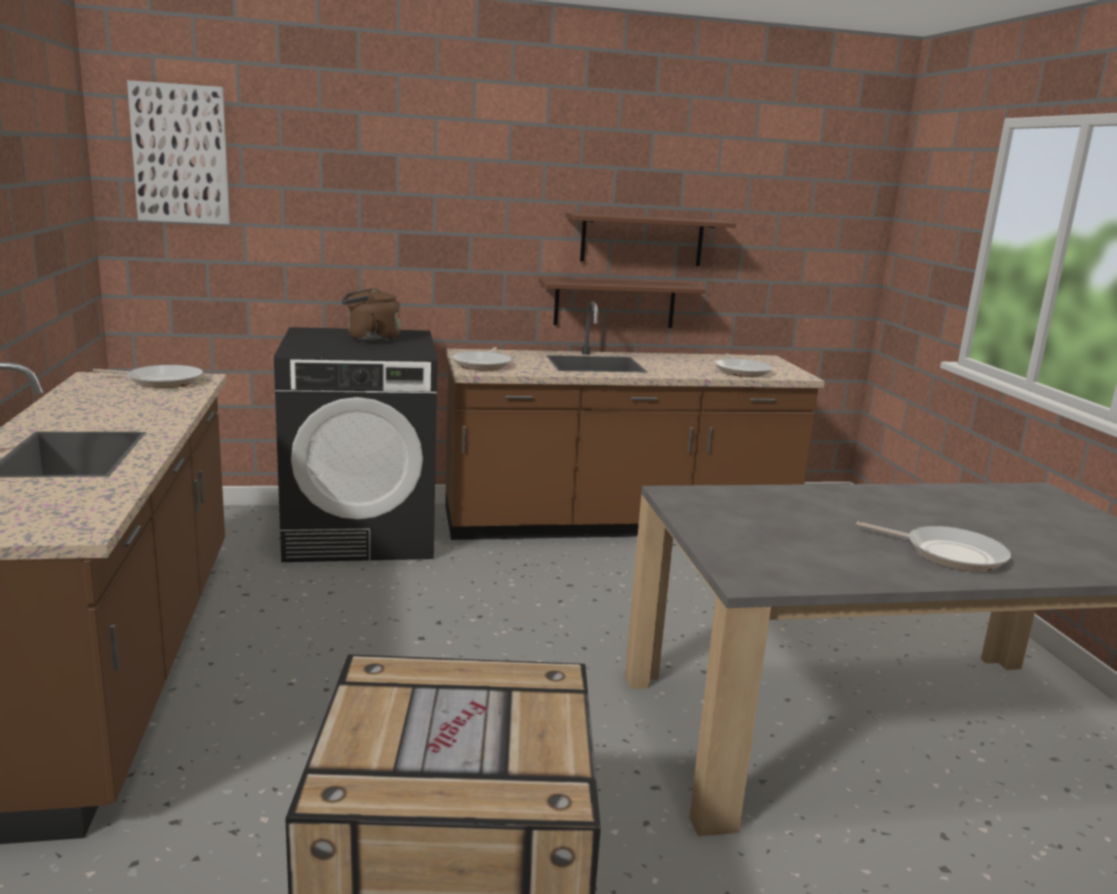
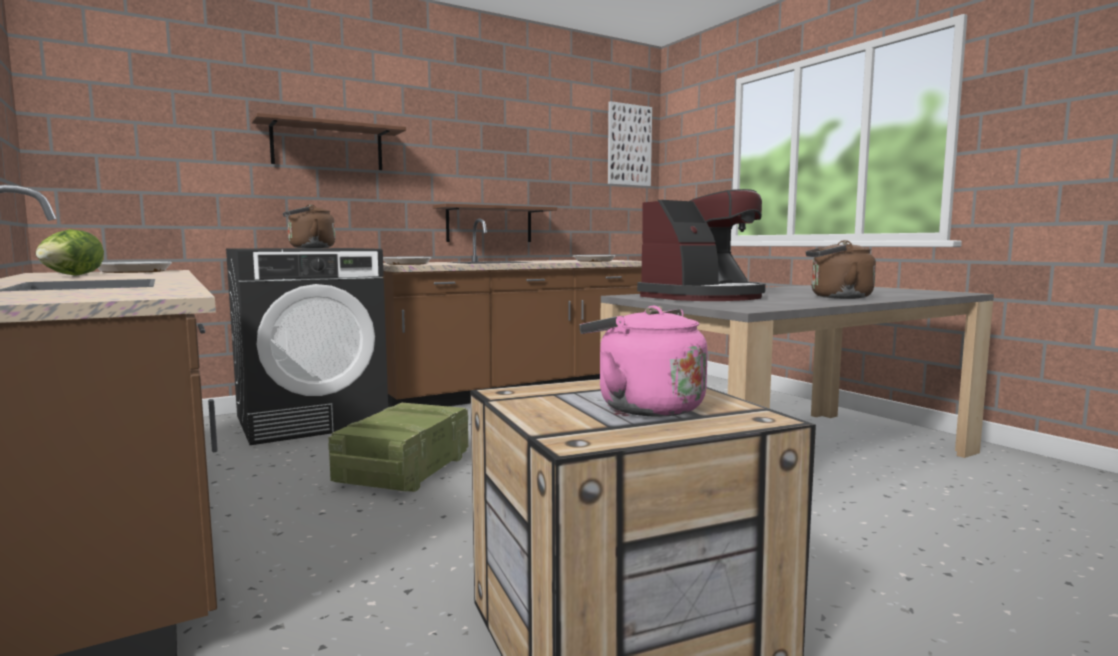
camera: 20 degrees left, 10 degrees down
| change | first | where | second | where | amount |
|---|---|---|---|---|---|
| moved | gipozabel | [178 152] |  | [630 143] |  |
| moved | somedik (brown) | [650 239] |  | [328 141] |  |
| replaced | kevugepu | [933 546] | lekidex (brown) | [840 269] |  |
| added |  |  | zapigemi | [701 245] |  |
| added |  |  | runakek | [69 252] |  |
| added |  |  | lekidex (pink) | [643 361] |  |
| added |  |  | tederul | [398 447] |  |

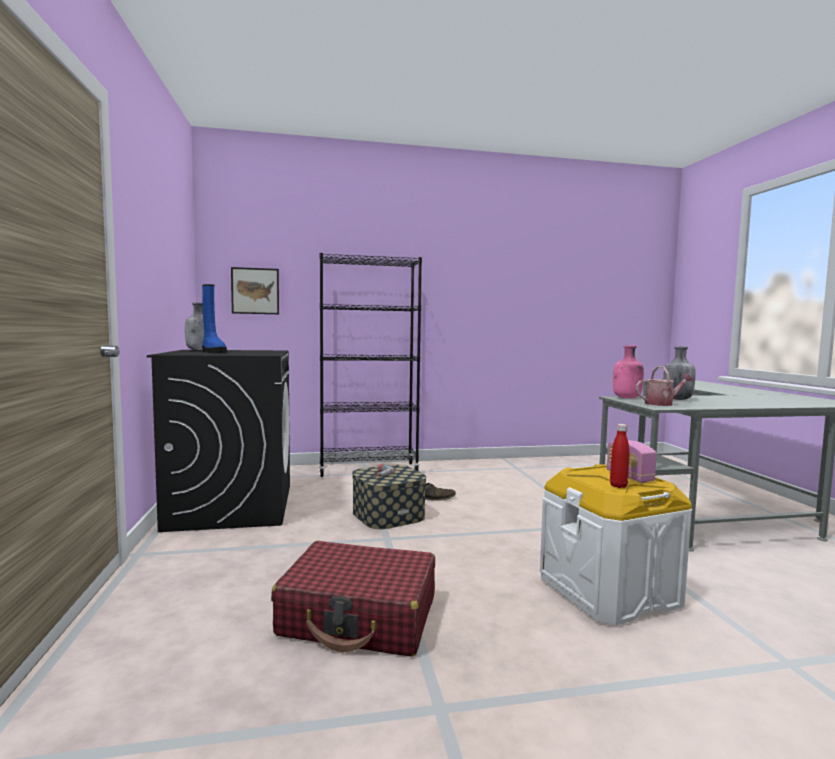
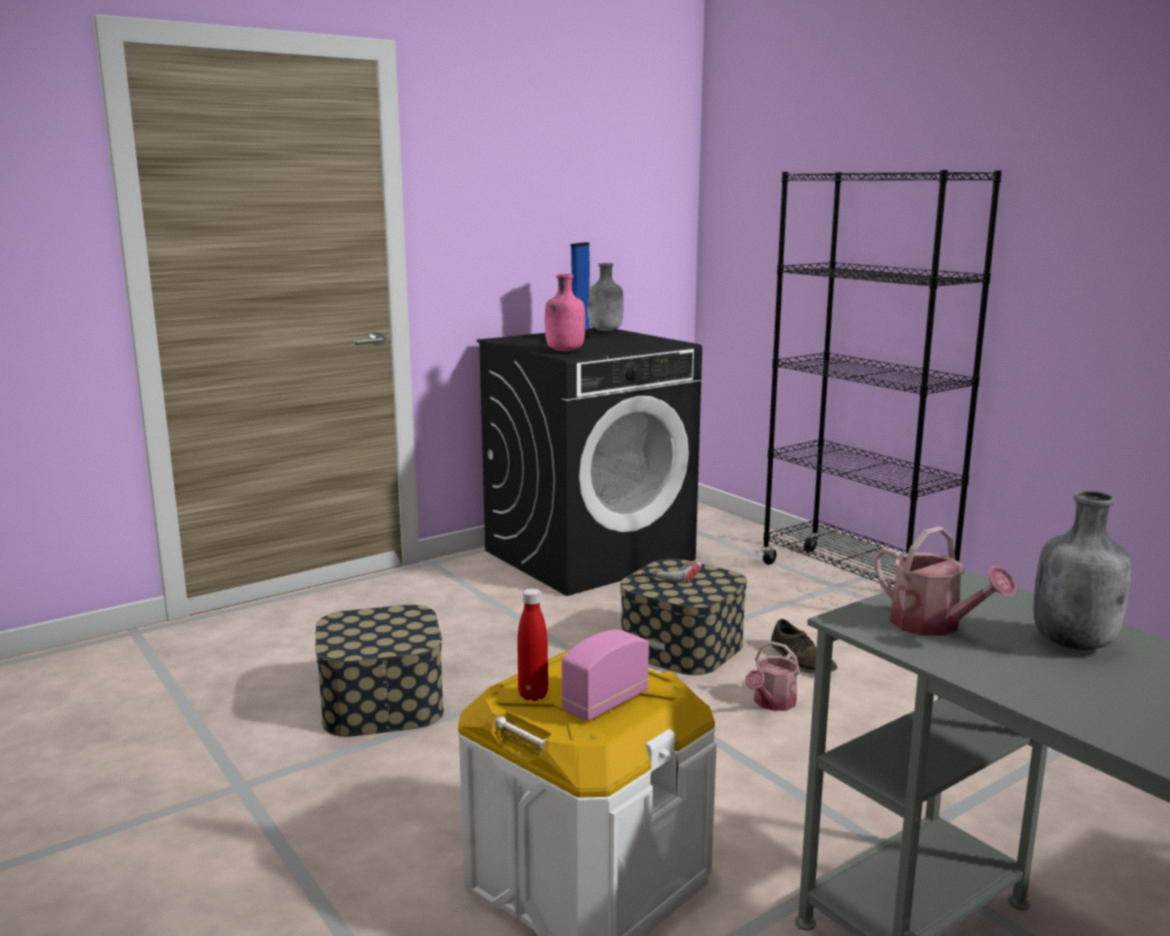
camera: 65 degrees right, 10 degrees up
| change | first | where | second | where | amount |
|---|---|---|---|---|---|
| removed | gipozabel | [255 290] |  |  |  |
| moved | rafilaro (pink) | [628 371] |  | [565 313] |  |
| replaced | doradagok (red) | [353 599] | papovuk | [379 671] |  |
| added |  |  | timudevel | [772 676] |  |

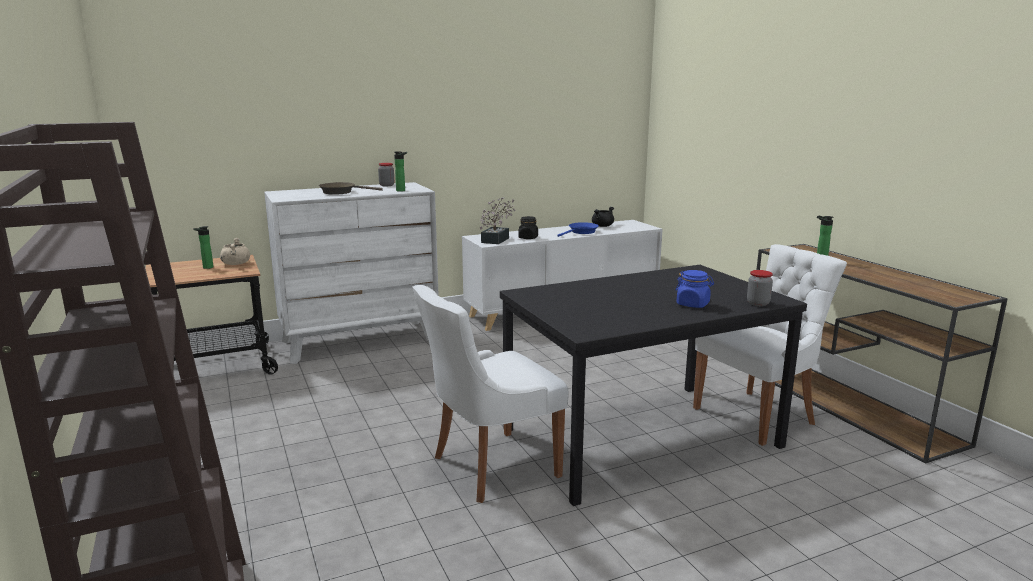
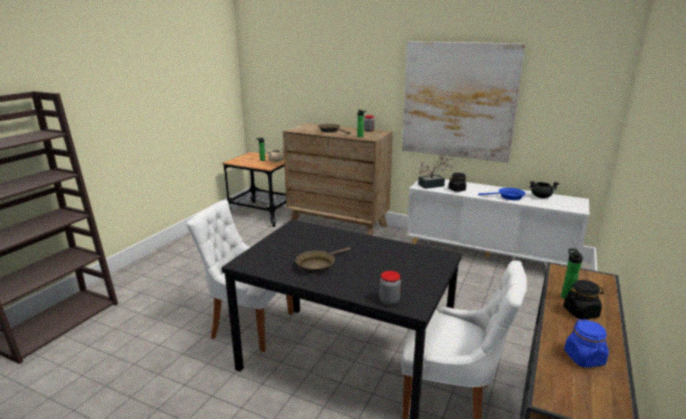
camera: 50 degrees right, 5 degrees up
| change | first | where | second | where | amount |
|---|---|---|---|---|---|
| recoloured | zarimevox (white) | [351 273] | zarimevox (brown) | [338 179] |  |
| moved | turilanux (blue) | [694 289] |  | [586 343] |  |
| added |  |  | gipozabel | [463 102] |  |
| added |  |  | kevugepu (brown) | [323 260] |  |
| added |  |  | turilanux (black) | [583 299] |  |

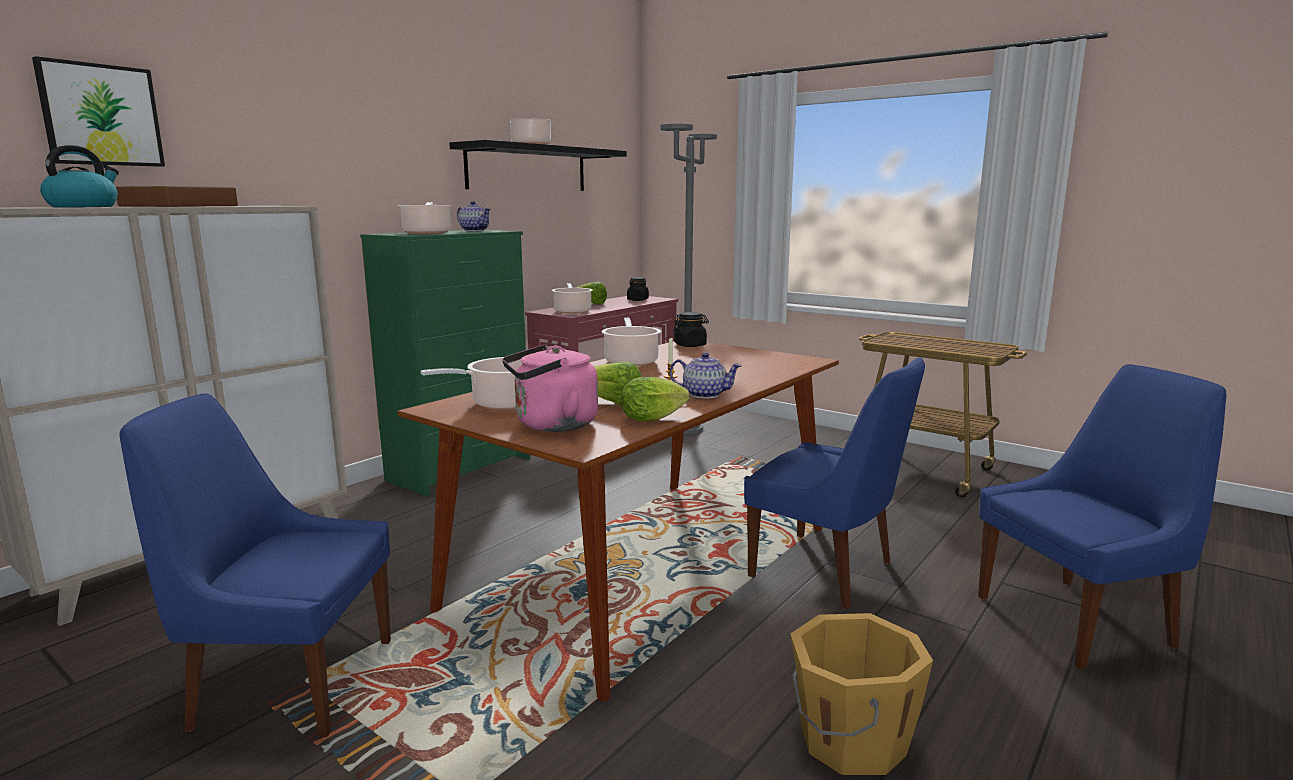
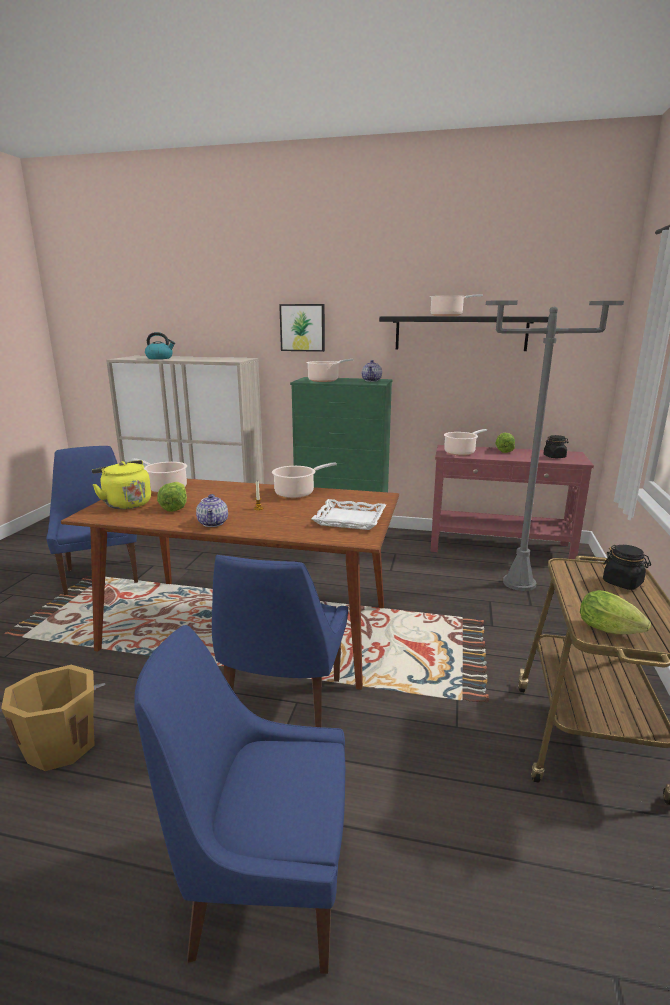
camera: 65 degrees right, 5 degrees up
| change | first | where | second | where | amount |
|---|---|---|---|---|---|
| moved | gipozabel | [98 111] |  | [302 328] |  |
| removed | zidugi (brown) | [177 196] |  |  |  |
| moved | turilanux (black) | [691 329] |  | [627 567] |  |
| recoloured | lekidex (pink) | [550 388] | lekidex (yellow) | [121 484] |  |
| turned | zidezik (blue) | [1102 516] |  | [239 799] | 135 degrees clockwise |
| moved | runakek | [655 399] |  | [615 612] |  |
| added |  |  | zidugi (white) | [348 514] |  |

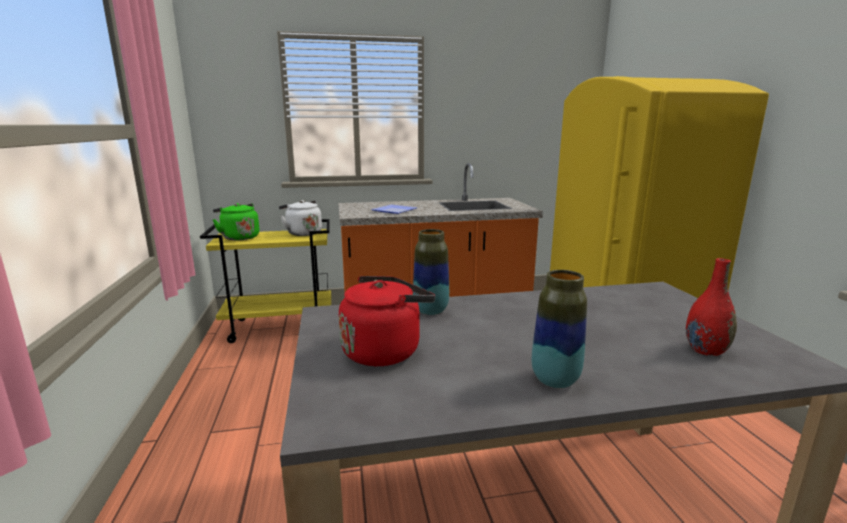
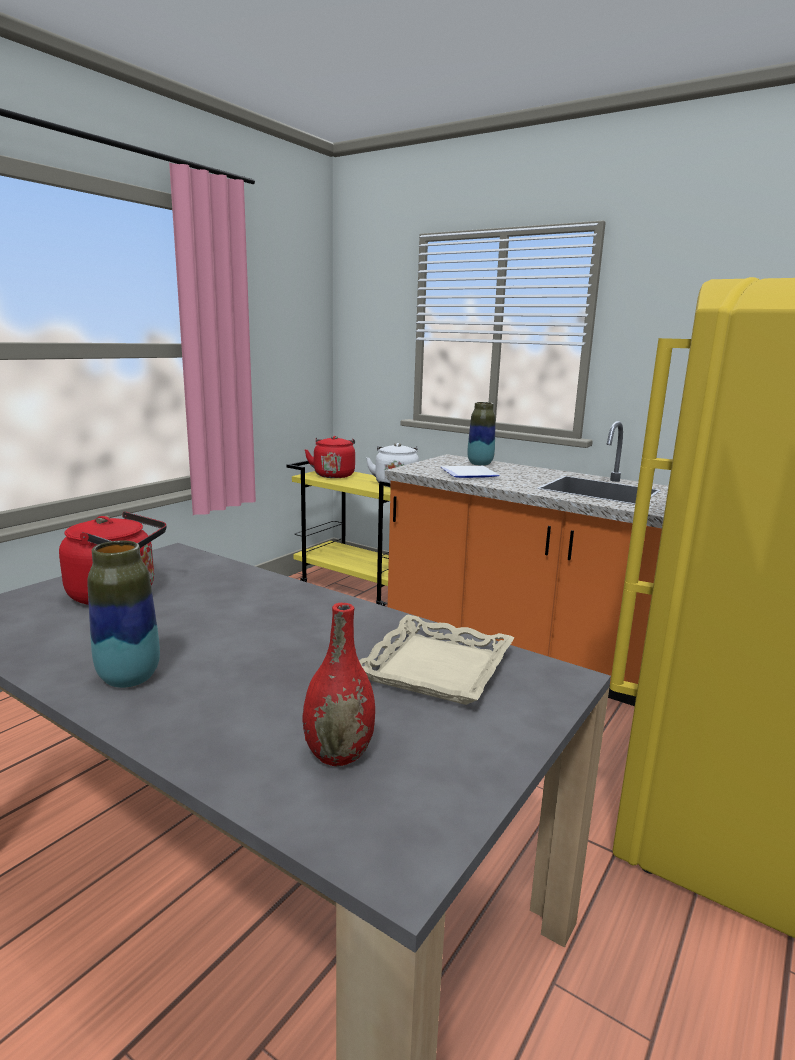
camera: 45 degrees right, 0 degrees up
| change | first | where | second | where | amount |
|---|---|---|---|---|---|
| recoloured | lekidex (green) | [236 222] | lekidex (red) | [329 457] |  |
| moved | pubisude | [431 272] |  | [481 434] |  |
| added |  |  | zidugi (beige) | [437 660] |  |

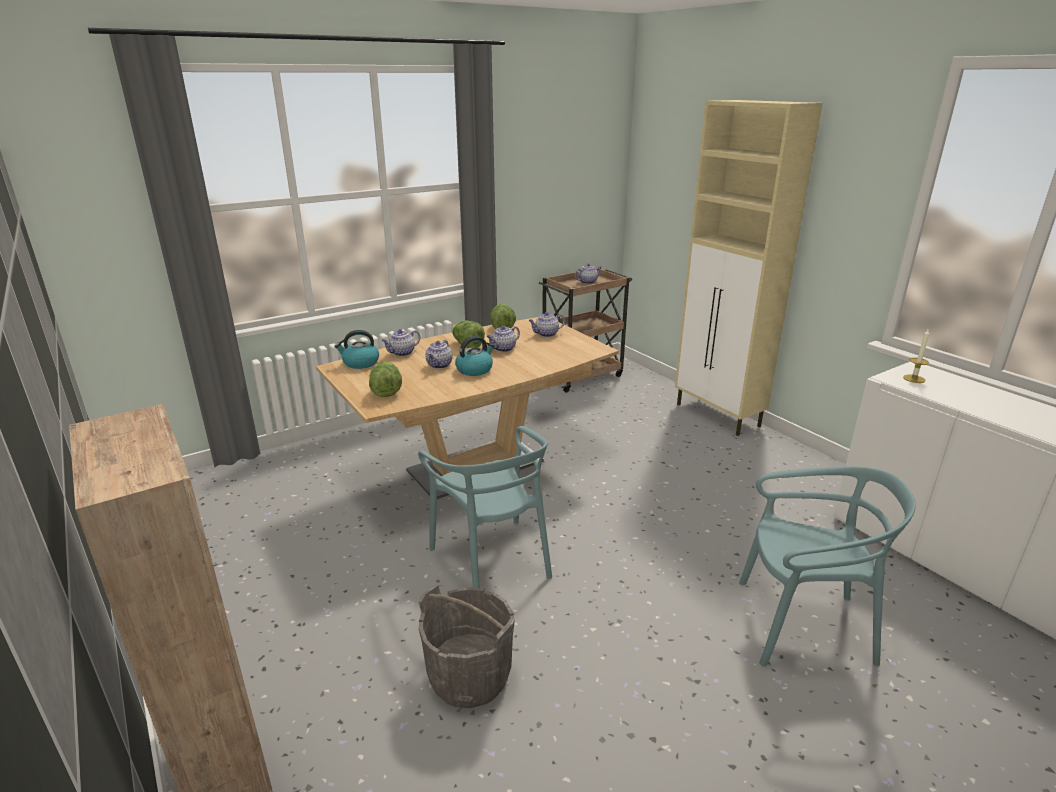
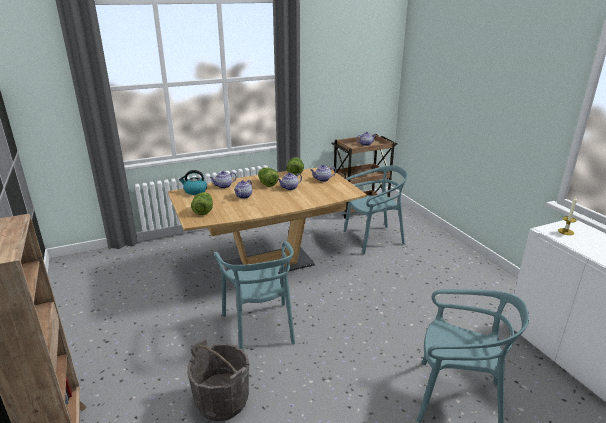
camera: 10 degrees right, 0 degrees up
| change | first | where | second | where | amount |
|---|---|---|---|---|---|
| removed | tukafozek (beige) | [749 268] |  |  |  |
| removed | lekidex | [474 356] |  |  |  |
| added |  |  | zidezik (turquoise) | [375 209] |  |

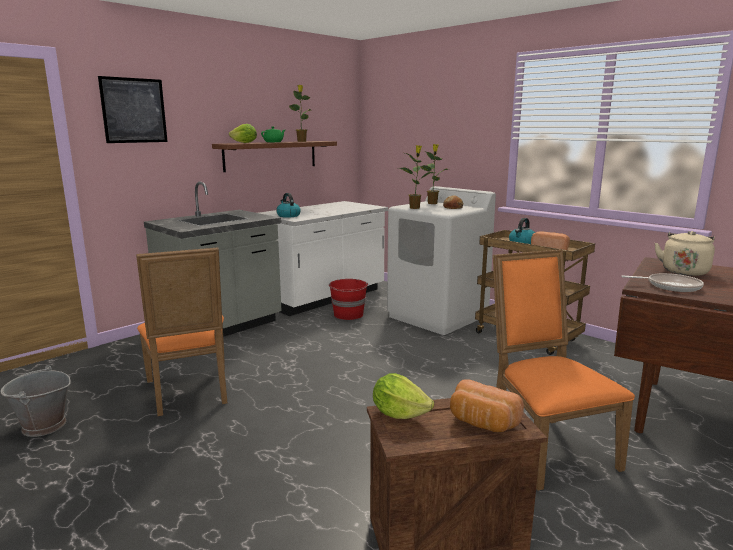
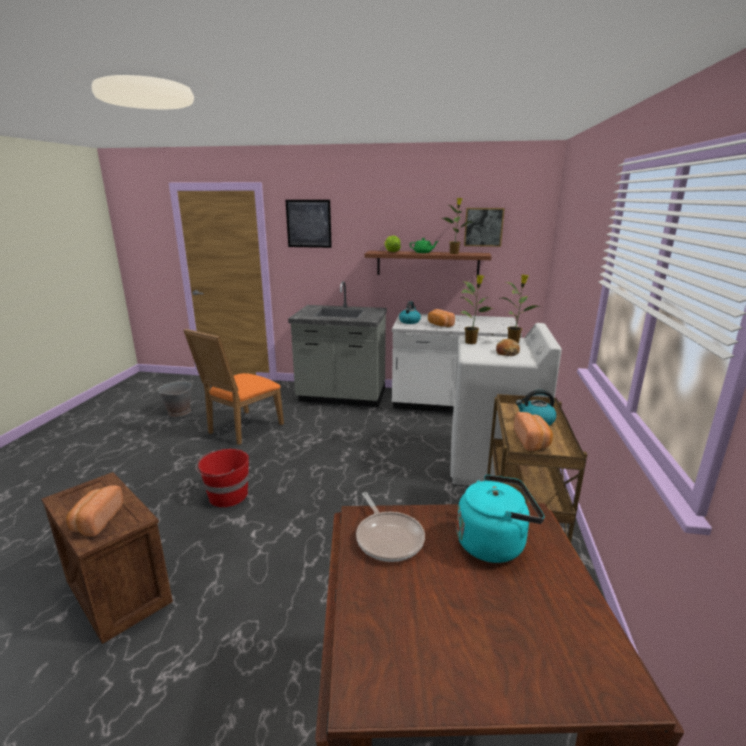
camera: 55 degrees right, 5 degrees up
| change | first | where | second | where | amount |
|---|---|---|---|---|---|
| recoloured | lekidex (beige) | [685 253] | lekidex (turquoise) | [500 519] |  |
| removed | zidezik (orange) | [564 370] |  |  |  |
| moved | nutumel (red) | [348 299] |  | [222 478] |  |
| removed | runakek | [403 396] |  |  |  |
| added |  |  | gipozabel | [484 227] |  |
| added |  |  | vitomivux | [441 318] |  |

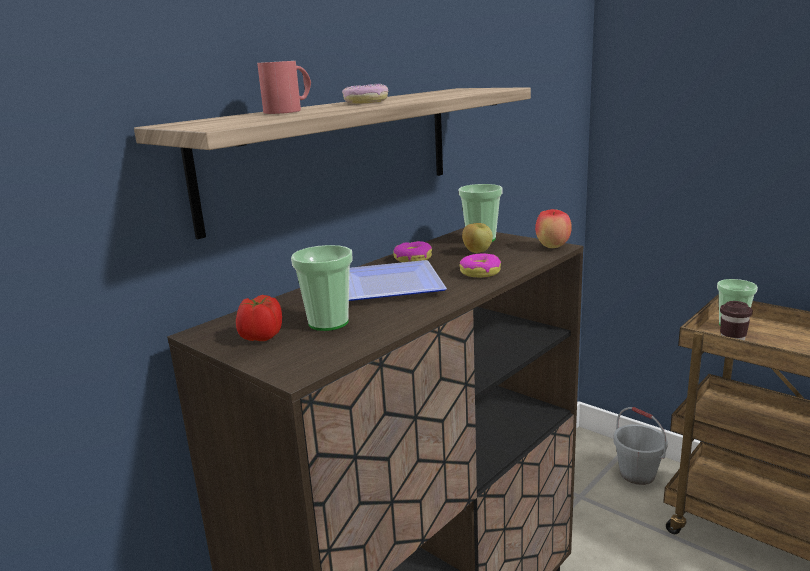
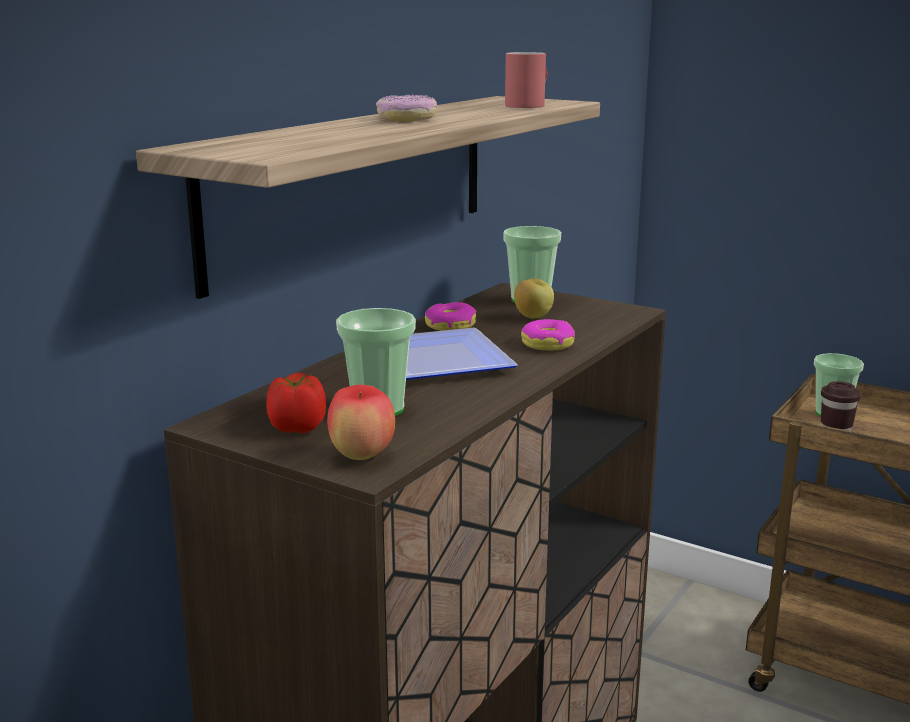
camera: 10 degrees left, 0 degrees up
| change | first | where | second | where | amount |
|---|---|---|---|---|---|
| moved | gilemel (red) | [284 87] |  | [526 80] |  |
| moved | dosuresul | [553 228] |  | [361 422] |  |
| removed | nutumel (grey) | [640 446] |  |  |  |

